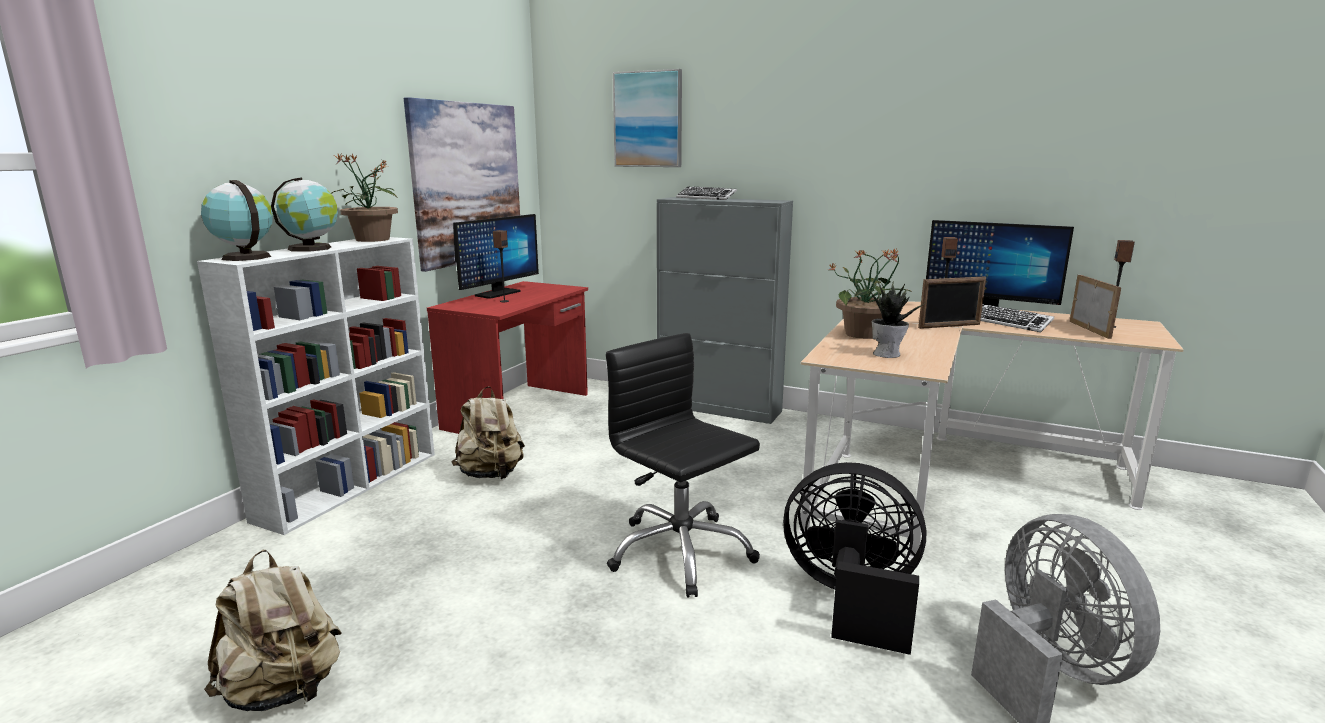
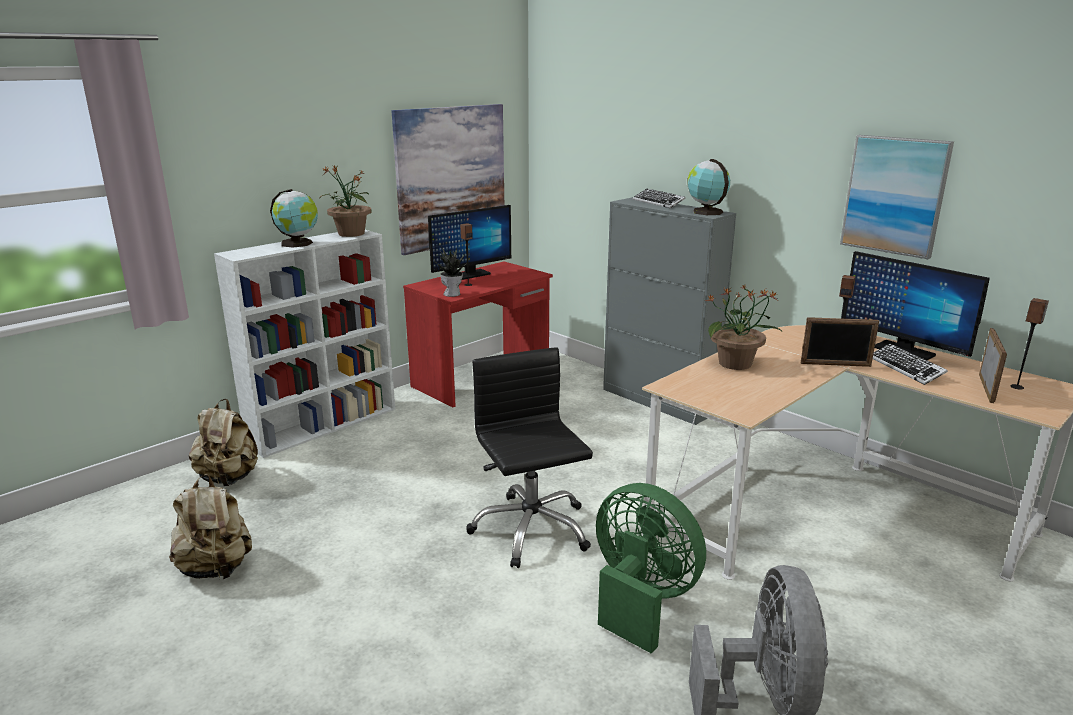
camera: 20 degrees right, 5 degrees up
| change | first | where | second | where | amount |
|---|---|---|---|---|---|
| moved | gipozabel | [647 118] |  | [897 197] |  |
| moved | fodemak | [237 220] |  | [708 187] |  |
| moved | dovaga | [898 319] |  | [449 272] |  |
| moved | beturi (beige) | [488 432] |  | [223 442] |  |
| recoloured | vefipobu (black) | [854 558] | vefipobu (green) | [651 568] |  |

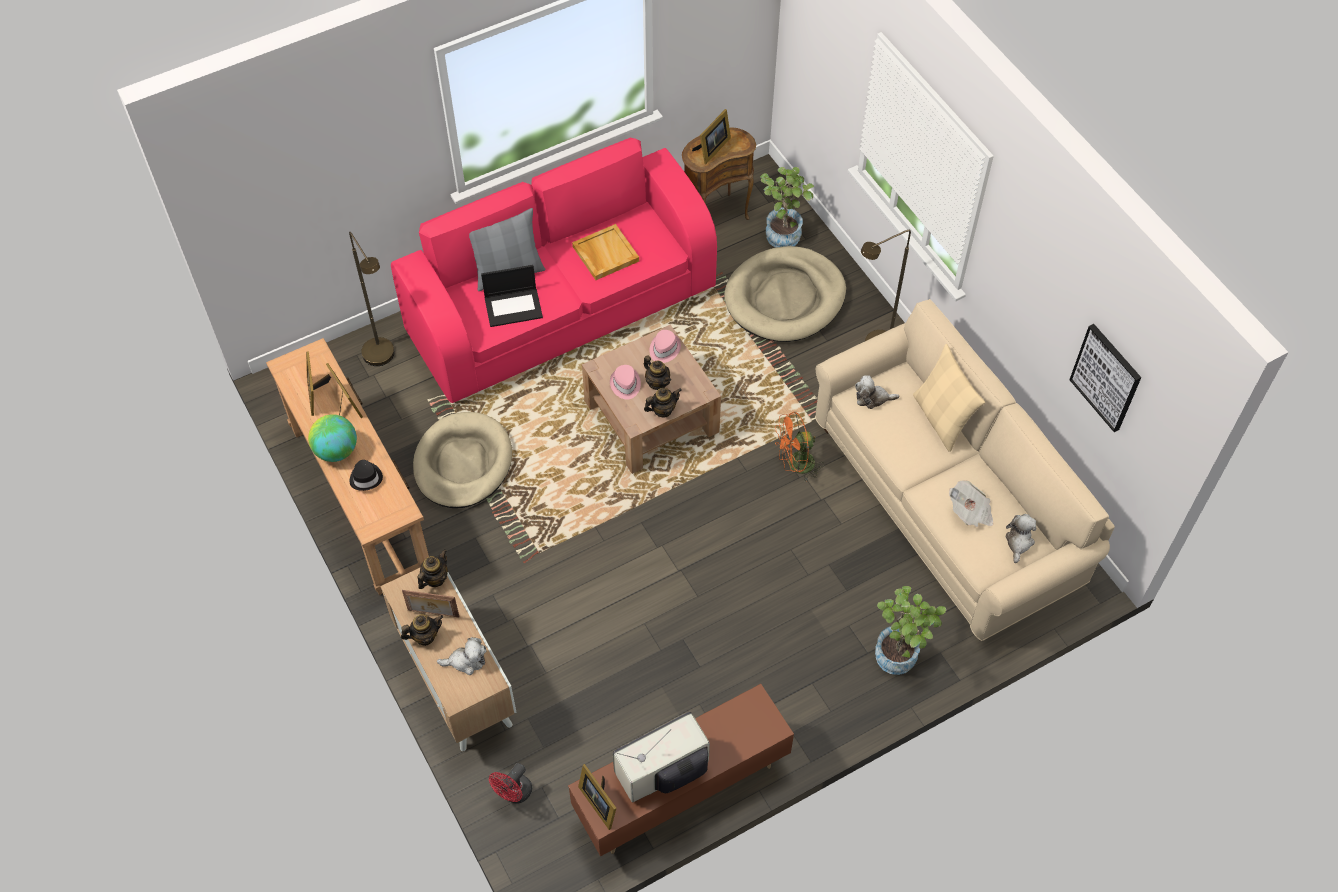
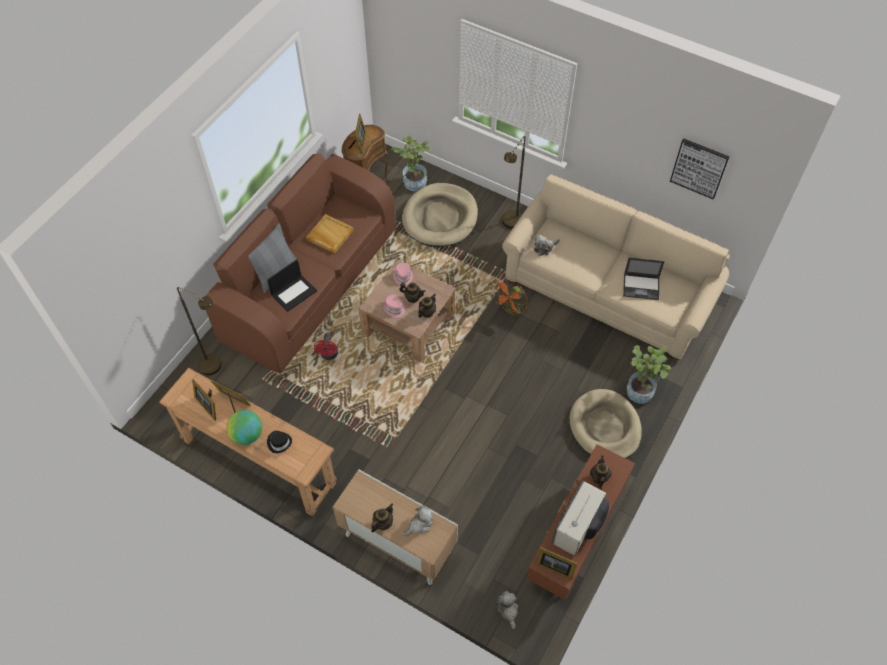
camera: 30 degrees left, 0 degrees up
| change | first | where | second | where | amount |
|---|---|---|---|---|---|
| recoloured | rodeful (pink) | [554 270] | rodeful (brown) | [300 263] |  |
| removed | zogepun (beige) | [949 398] |  |  |  |
| moved | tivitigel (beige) | [462 460] |  | [606 423] |  |
| replaced | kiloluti | [971 503] | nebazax | [644 279] |  |
| moved | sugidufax | [1021 538] |  | [507 610] |  |
| moved | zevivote | [432 569] |  | [601 471] |  |
| removed | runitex | [431 603] |  |  |  |
| moved | vefipobu (red) | [510 783] |  | [326 346] |  |

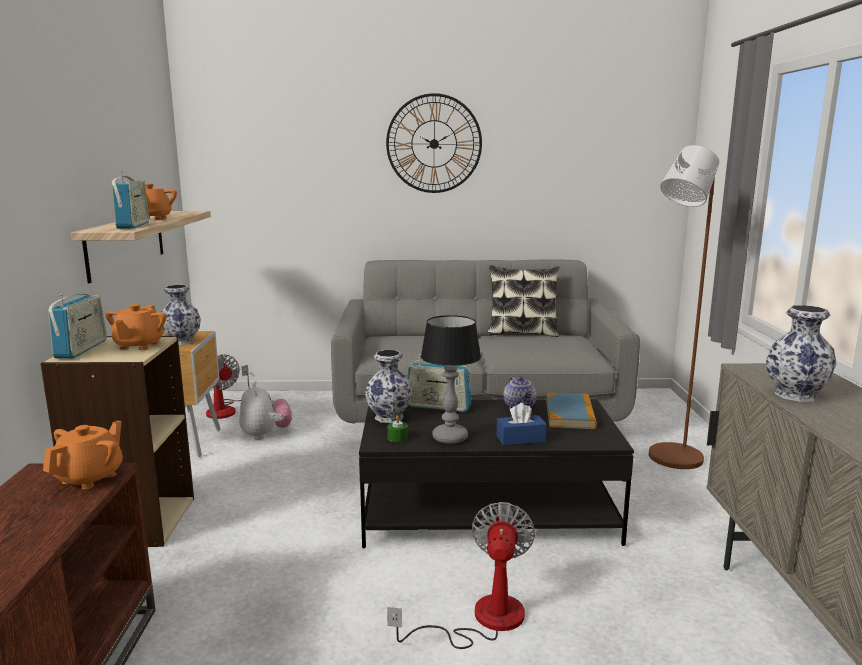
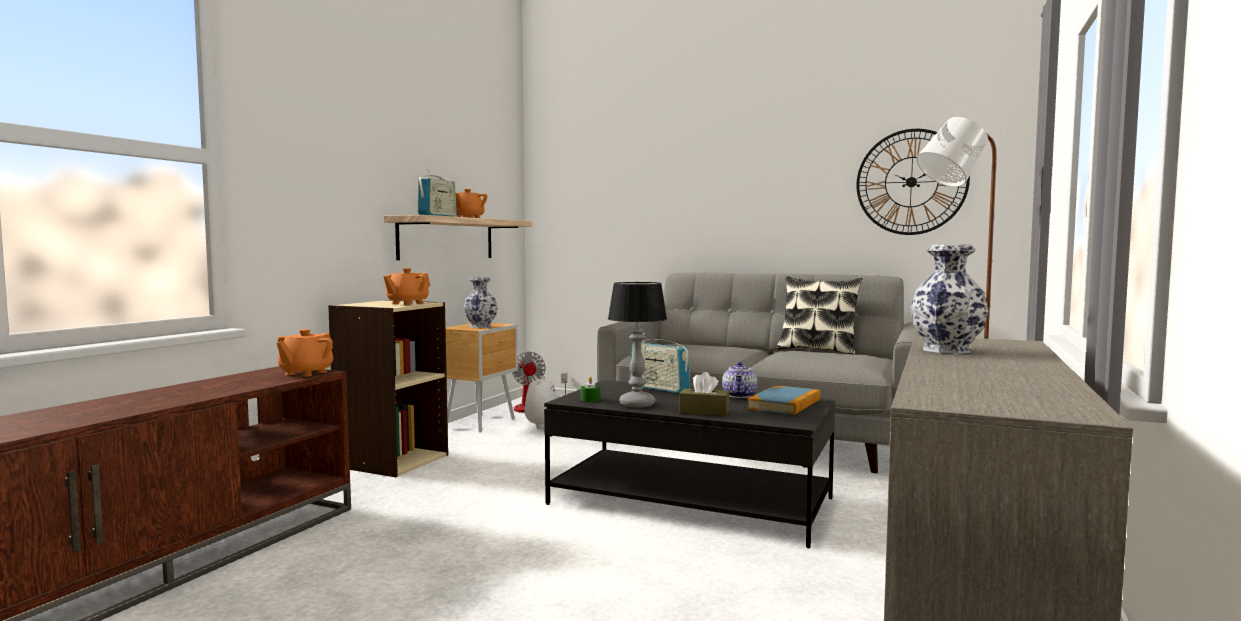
camera: 25 degrees right, 10 degrees down
| change | first | where | second | where | amount |
|---|---|---|---|---|---|
| moved | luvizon | [434 143] |  | [913 182] |  |
| removed | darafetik | [77 326] |  |  |  |
| removed | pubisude | [388 386] |  |  |  |
| recoloured | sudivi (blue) | [522 424] | sudivi (brown) | [704 394] |  |
| turned | zevivote (orange) | [83 455] |  | [305 353] | 150 degrees clockwise |
| removed | vefipobu | [461 575] |  |  |  |

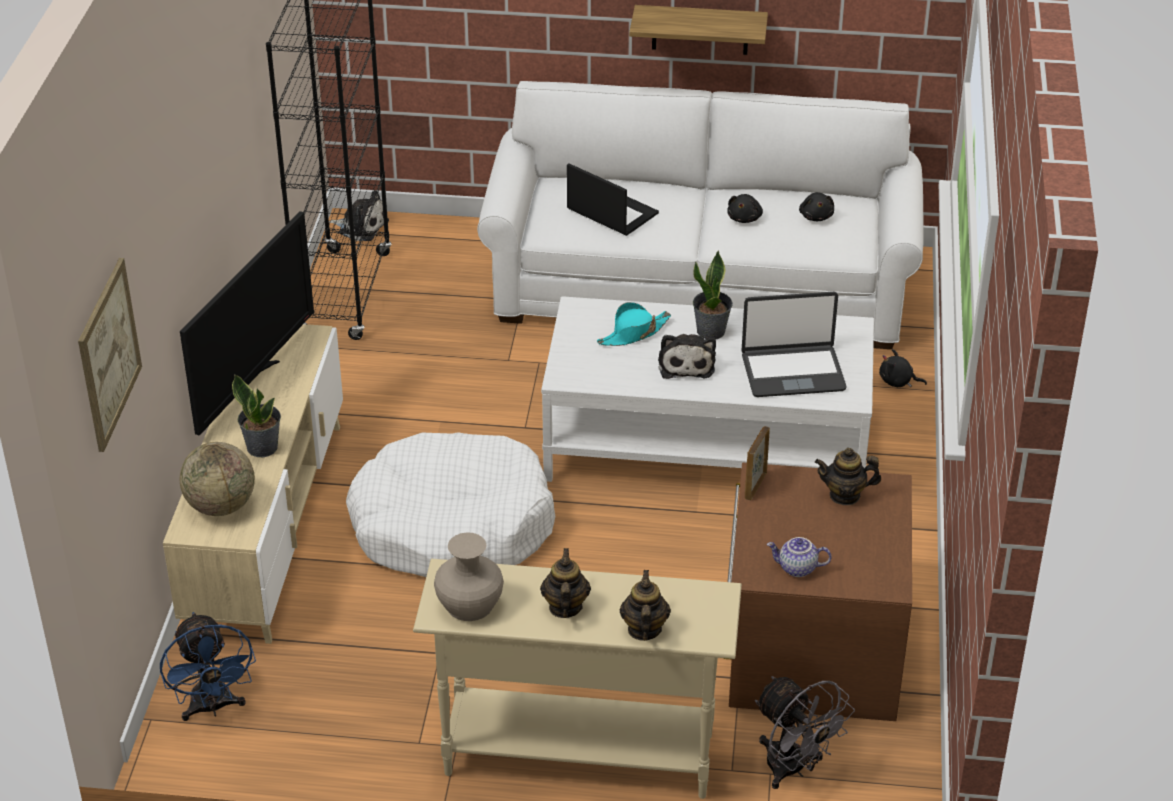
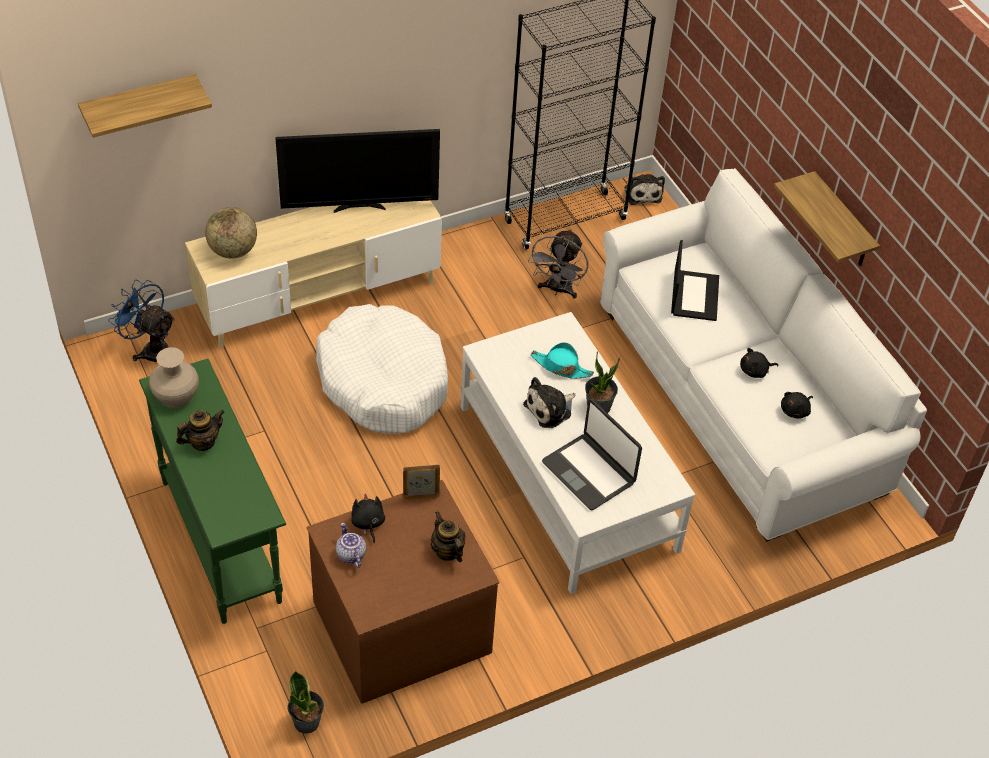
camera: 55 degrees right, 10 degrees up
| change | first | where | second | where | amount |
|---|---|---|---|---|---|
| replaced | gipozabel | [110 355] | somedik | [145 106] |  |
| moved | sugidufax (black) | [903 368] |  | [368 518] |  |
| moved | dovaga | [256 415] |  | [305 702] |  |
| recoloured | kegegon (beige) | [577 679] | kegegon (green) | [212 491] |  |
| removed | zevivote | [645 605] |  |  |  |
| turned | vefipobu (blue) | [208 666] |  | [142 320] | 90 degrees clockwise |
| moved | vefipobu (grey) | [805 732] |  | [558 264] |  |

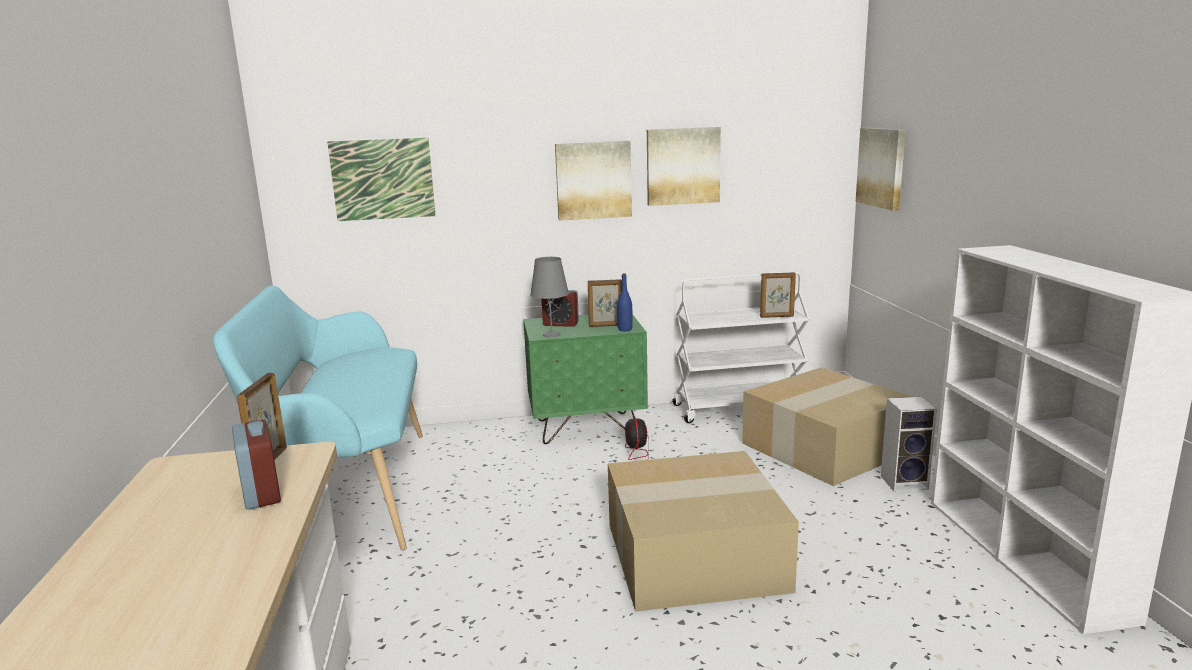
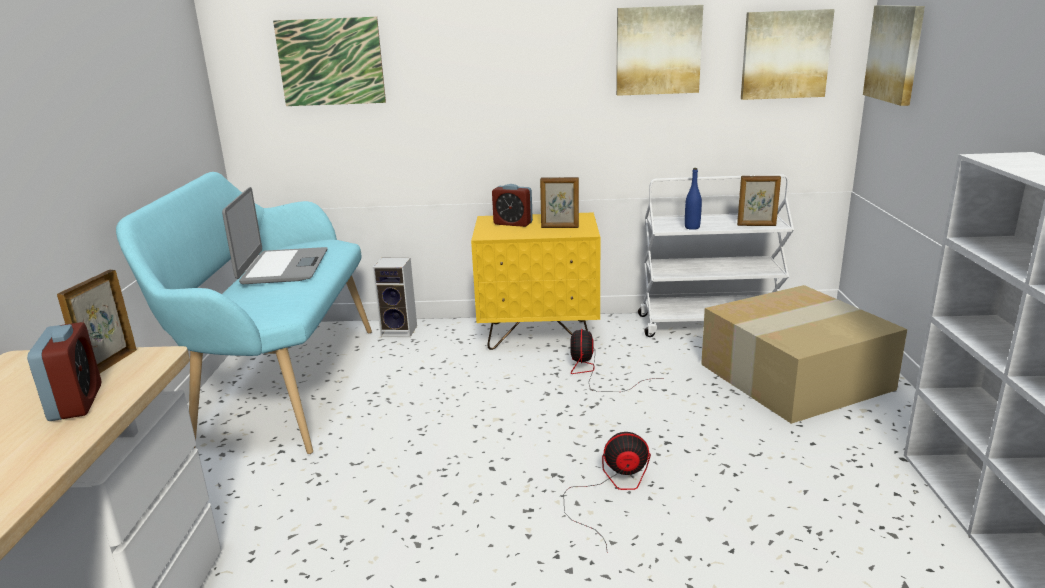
camera: 10 degrees right, 5 degrees up
| change | first | where | second | where | amount |
|---|---|---|---|---|---|
| moved | gipozabel | [593 181] |  | [788 54] |  |
| removed | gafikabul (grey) | [549 297] |  |  |  |
| moved | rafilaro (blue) | [625 302] |  | [693 199] |  |
| recoloured | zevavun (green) | [585 379] | zevavun (yellow) | [535 281] |  |
| moved | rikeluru | [909 444] |  | [394 297] |  |
| replaced | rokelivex | [703 531] | vefipobu | [607 490] |  |
| added |  |  | nebazax | [275 235] |  |

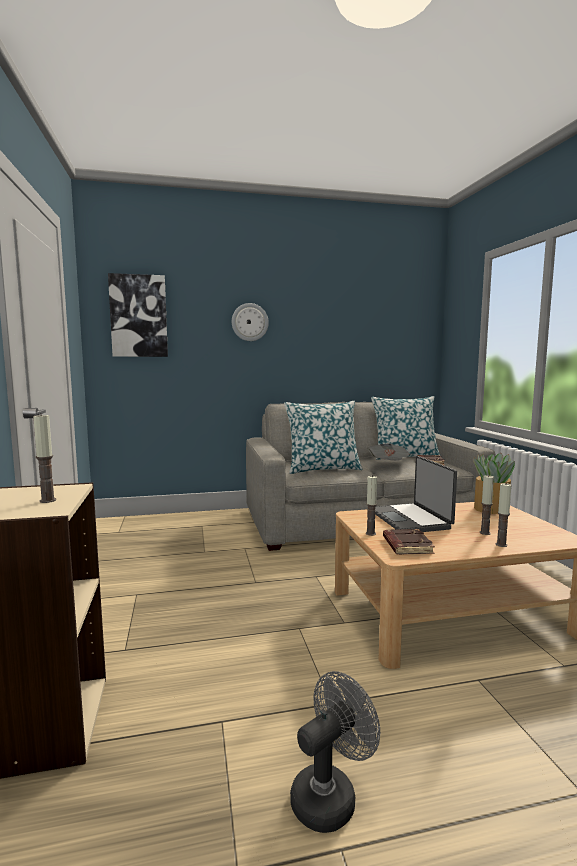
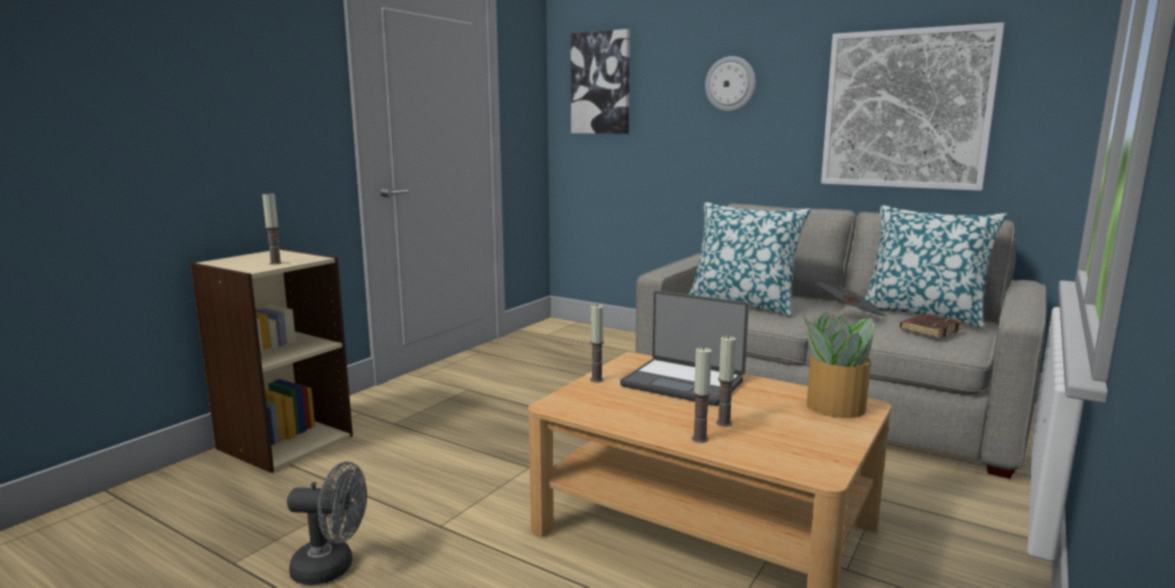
camera: 45 degrees right, 5 degrees up
| change | first | where | second | where | amount |
|---|---|---|---|---|---|
| turned | nebazax | [416 494] |  | [684 348] | 90 degrees counterclockwise |
| removed | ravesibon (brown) | [409 542] |  |  |  |
| added |  |  | gipozabel | [913 106] |  |

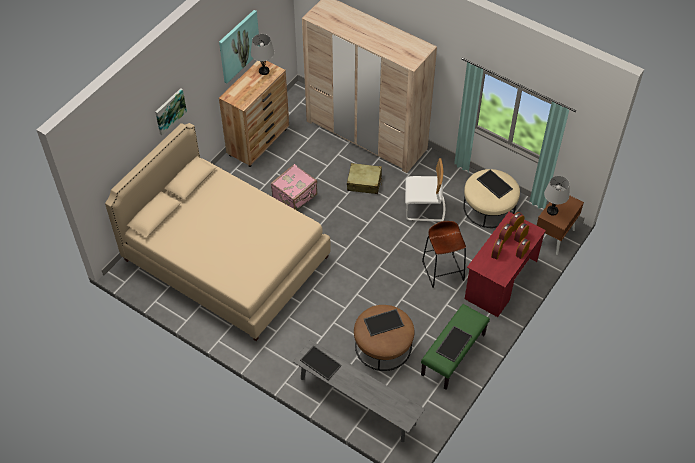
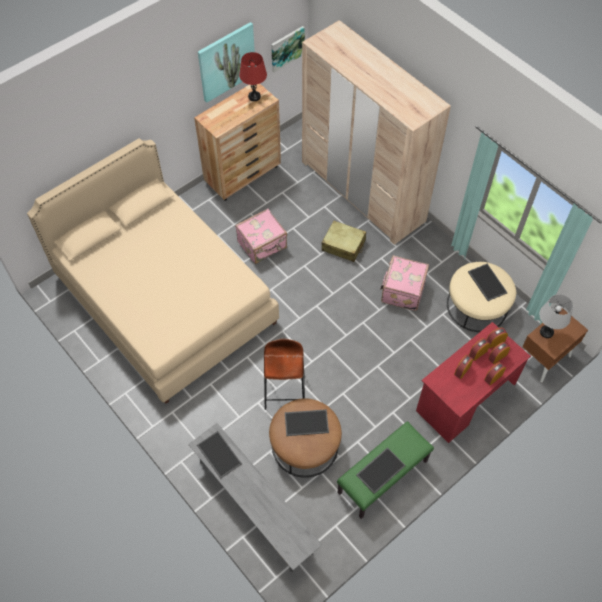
camera: 15 degrees right, 5 degrees up
| change | first | where | second | where | amount |
|---|---|---|---|---|---|
| recoloured | gafikabul (grey) | [262 54] | gafikabul (red) | [253 76] |  |
| moved | gipozabel | [171 111] |  | [288 49] |  |
| replaced | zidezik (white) | [425 190] | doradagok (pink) | [404 283] |  |
| moved | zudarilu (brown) | [444 254] |  | [284 374] |  |

